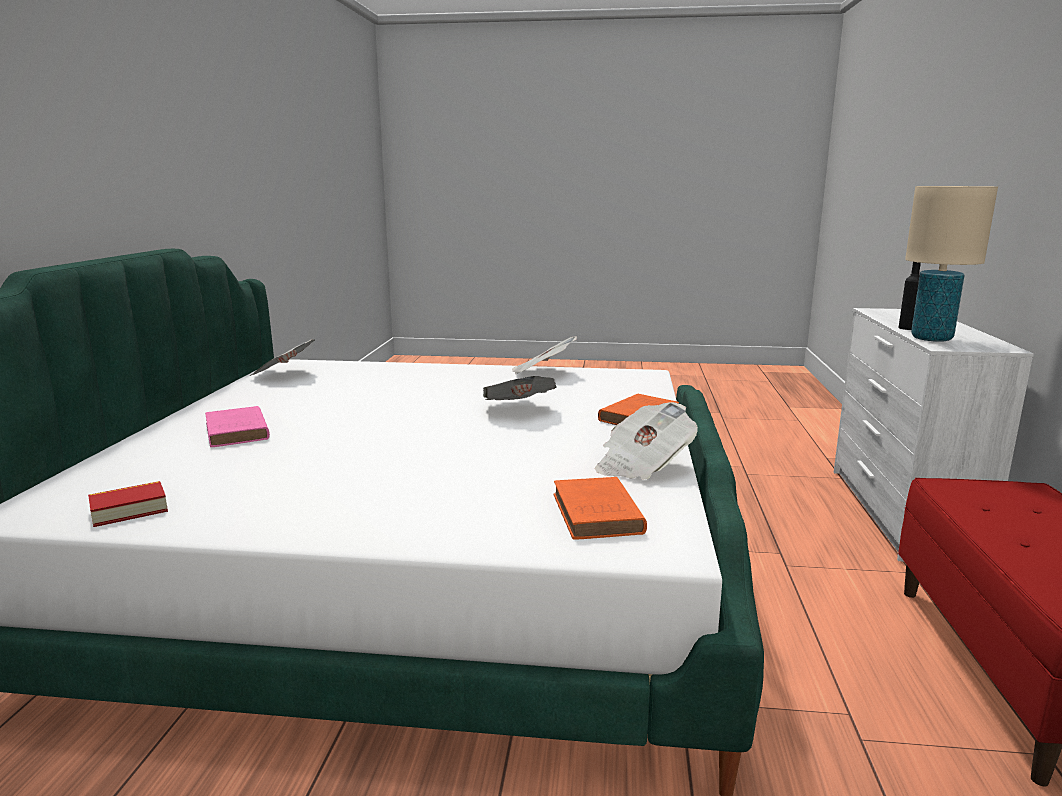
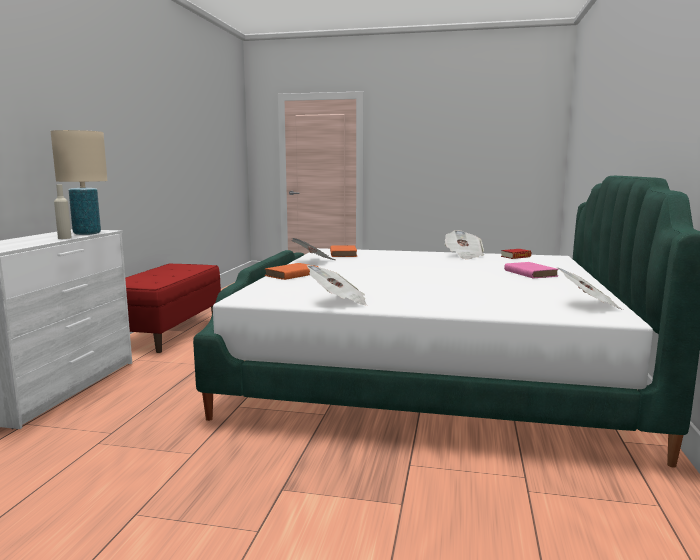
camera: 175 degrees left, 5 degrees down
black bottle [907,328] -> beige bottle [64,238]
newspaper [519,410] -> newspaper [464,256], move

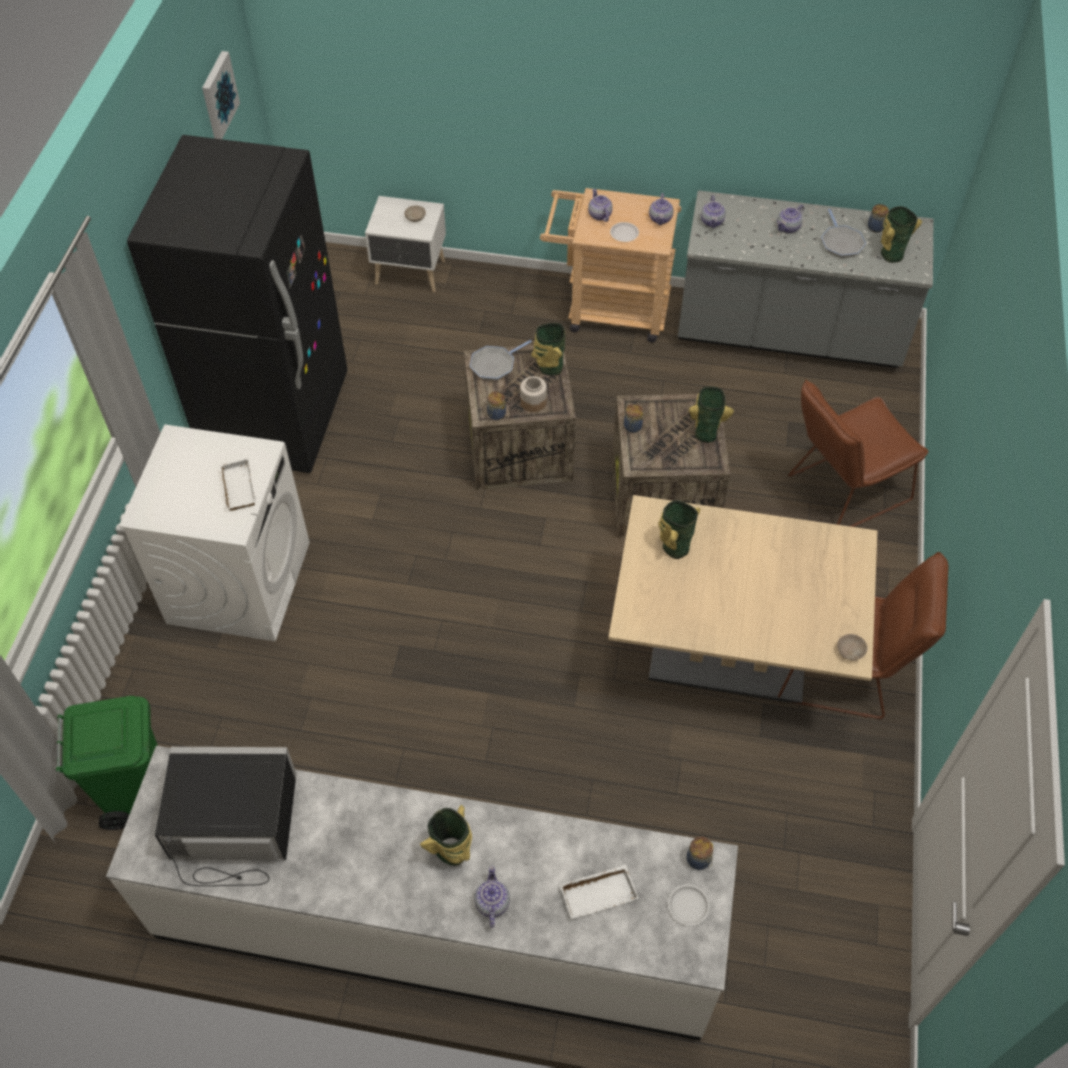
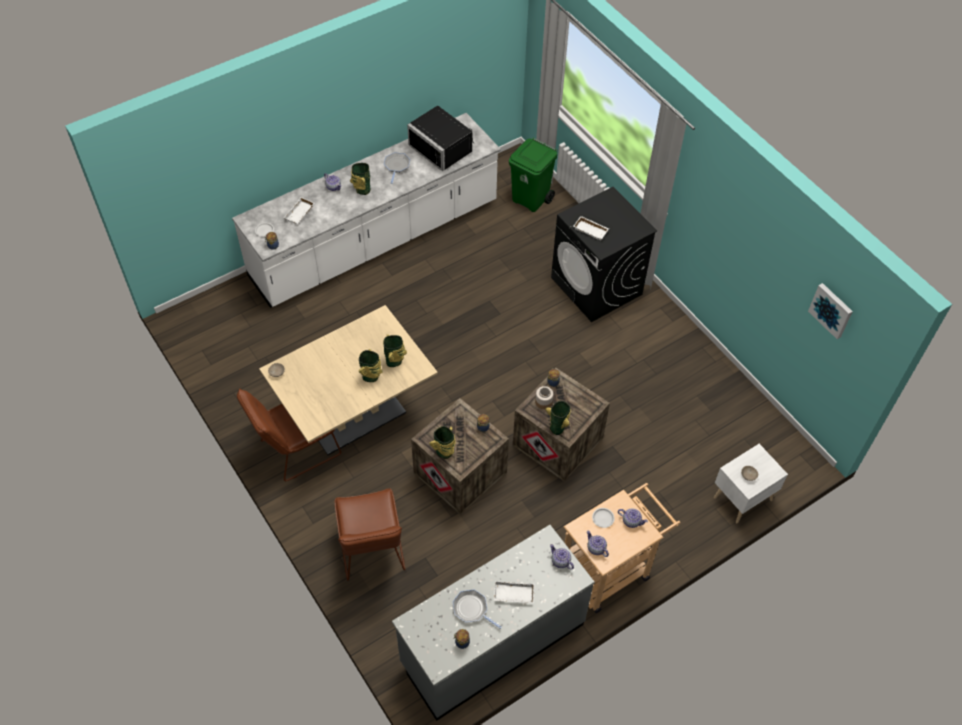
camera: 135 degrees right, 0 degrees up
brown chair [841,491] -> brown chair [372,552], 150 degrees clockwise
vase [890,253] -> vase [371,377], move
frying pan [495,365] -> frying pan [396,166], move
black microwave [232,827] -> black microwave [444,147], 90 degrees clockwise
teapot [788,228] -> white tray [513,595]
white washing machine [239,581] -> black washing machine [597,286]
black fridge [276,417] -> none

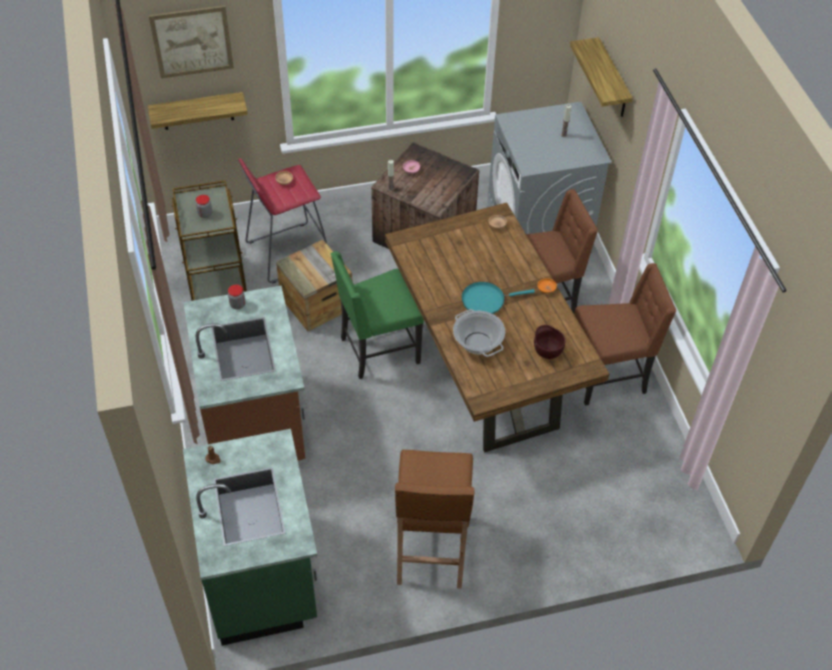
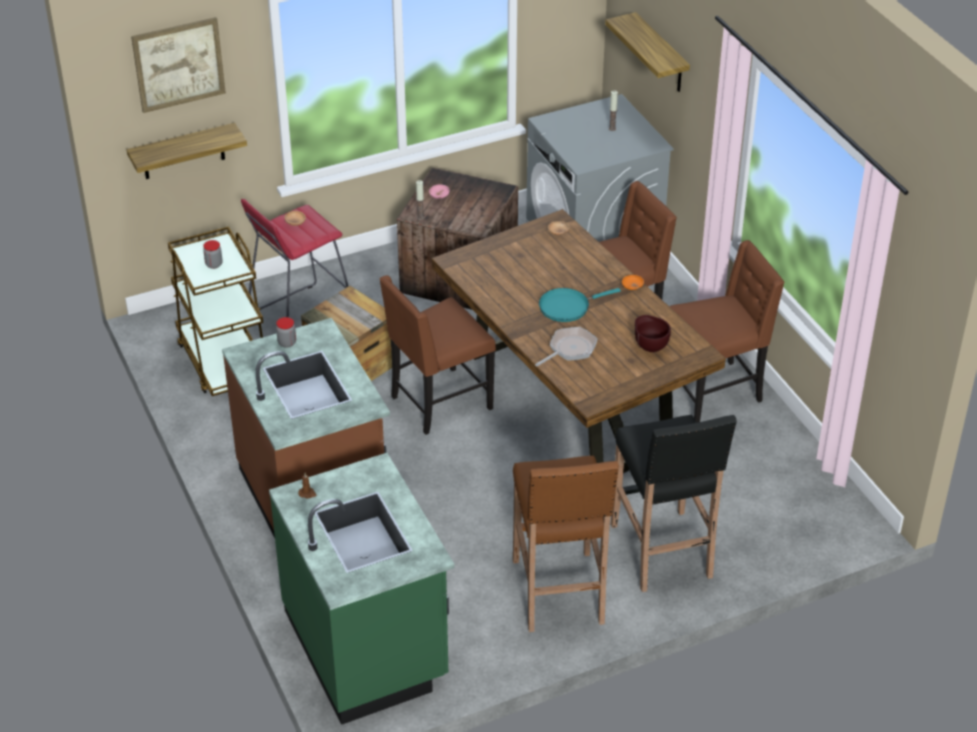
camera: 10 degrees left, 10 degrees down
green chair [378,350] -> brown chair [439,403]
cooking pot [477,343] -> frying pan [570,349]
none -> black stool [662,552]

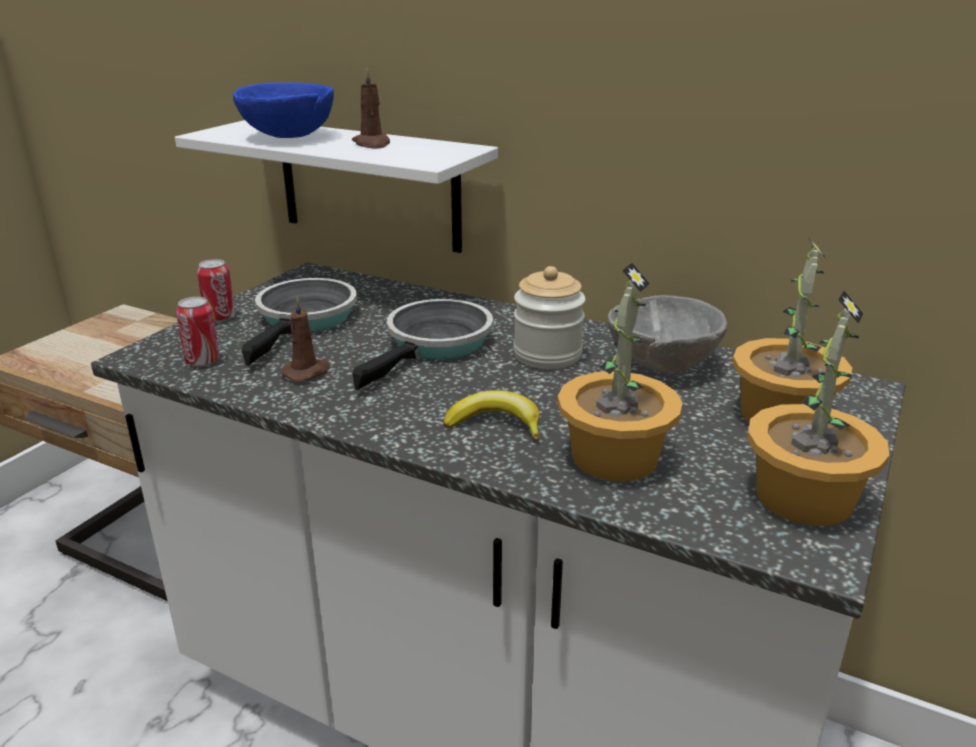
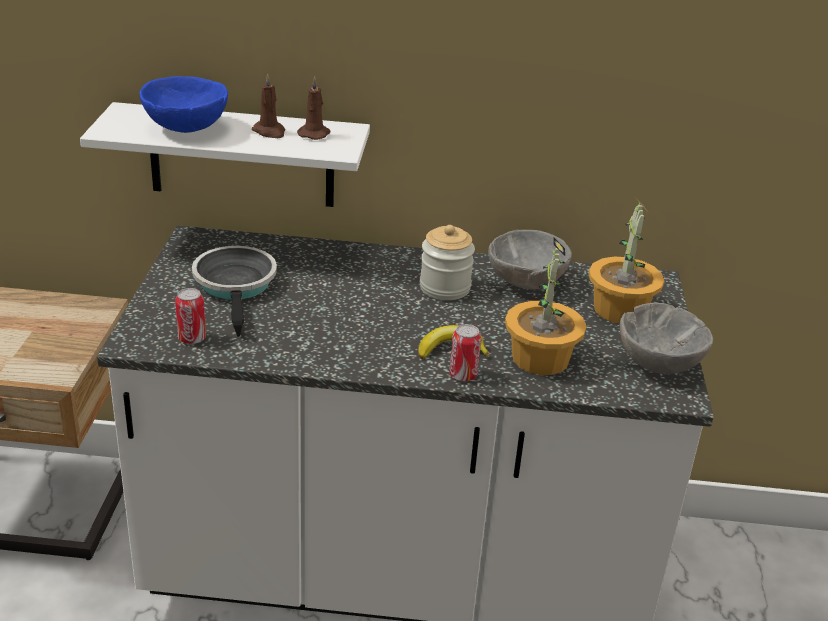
camera: 25 degrees left, 5 degrees up
brown candle [307,372] -> brown candle [315,134], move
can [220,318] -> can [463,375], move
potted plant [802,497] -> grey bowl [657,363]
frying pan [435,345] -> none

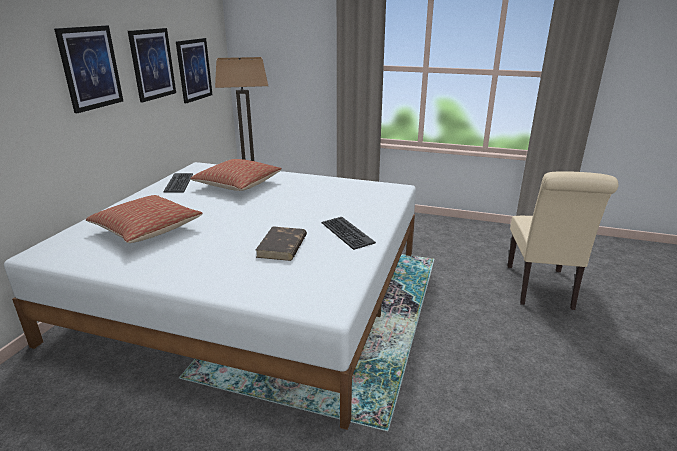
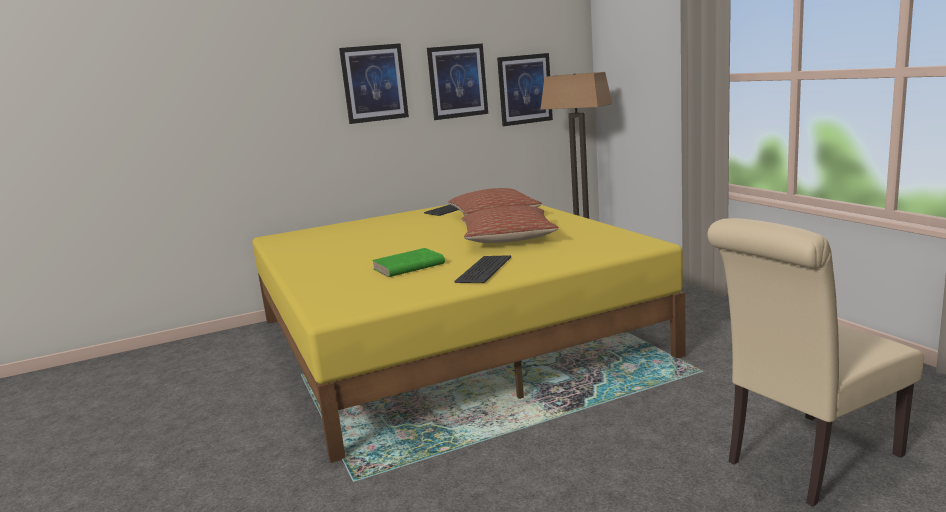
camera: 50 degrees right, 10 degrees down
white bed [251,292] -> yellow bed [449,337]
brown book [282,246] -> green book [408,267]
pillow [147,229] -> pillow [508,238], move

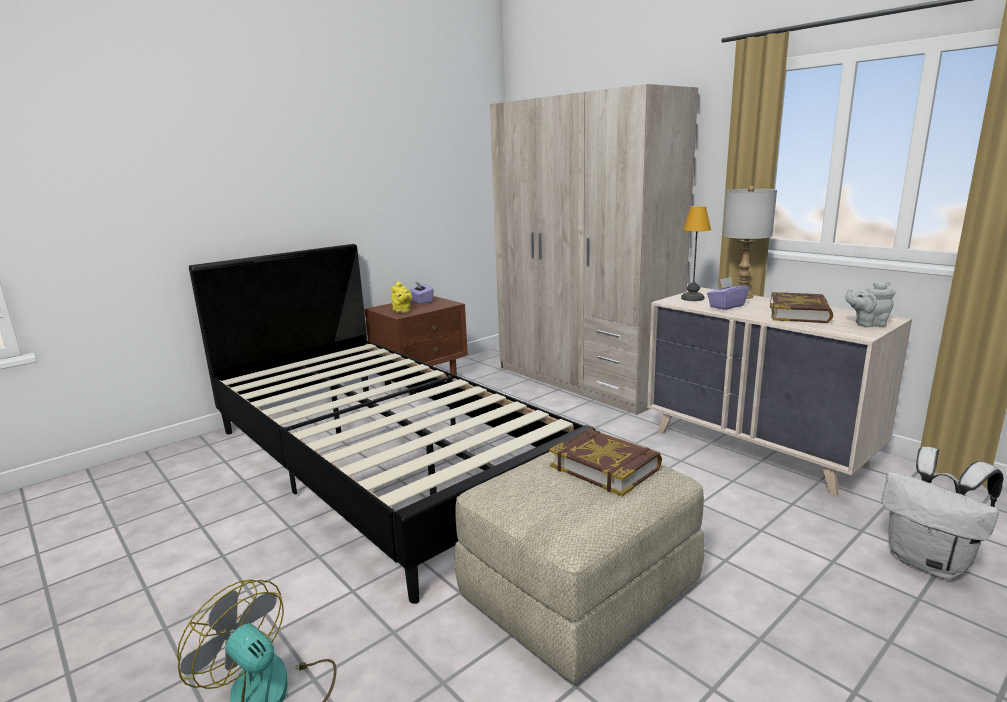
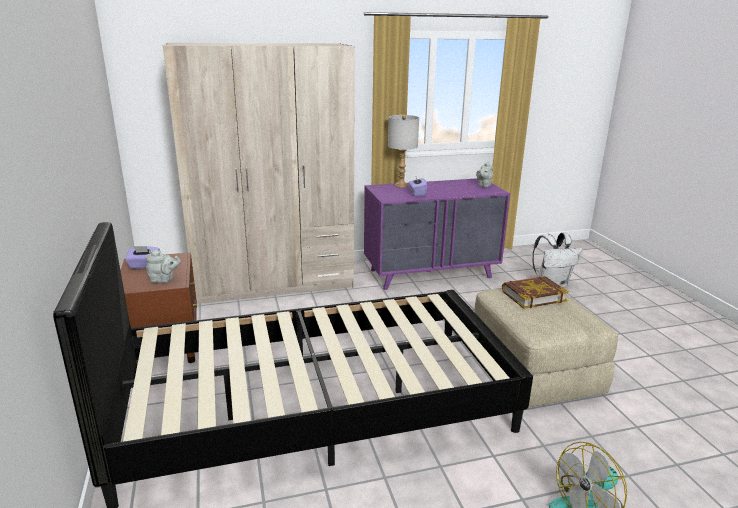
camera: 65 degrees left, 5 degrees up
yellow teapot [402,311] -> grey teapot [164,280]
beige dresser [758,448] -> purple dresser [431,273]
table lamp [693,298] -> none
book [799,313] -> none

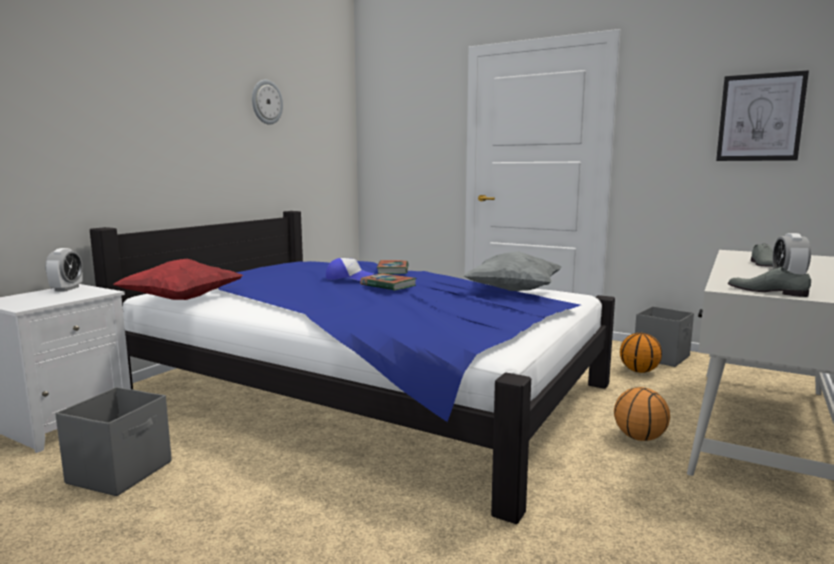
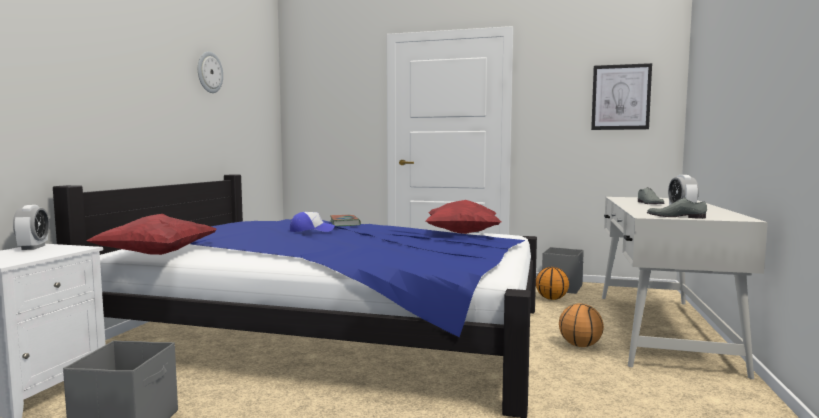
camera: 15 degrees left, 5 degrees down
grey pillow [513,291] -> red pillow [462,234]
book [388,285] -> none

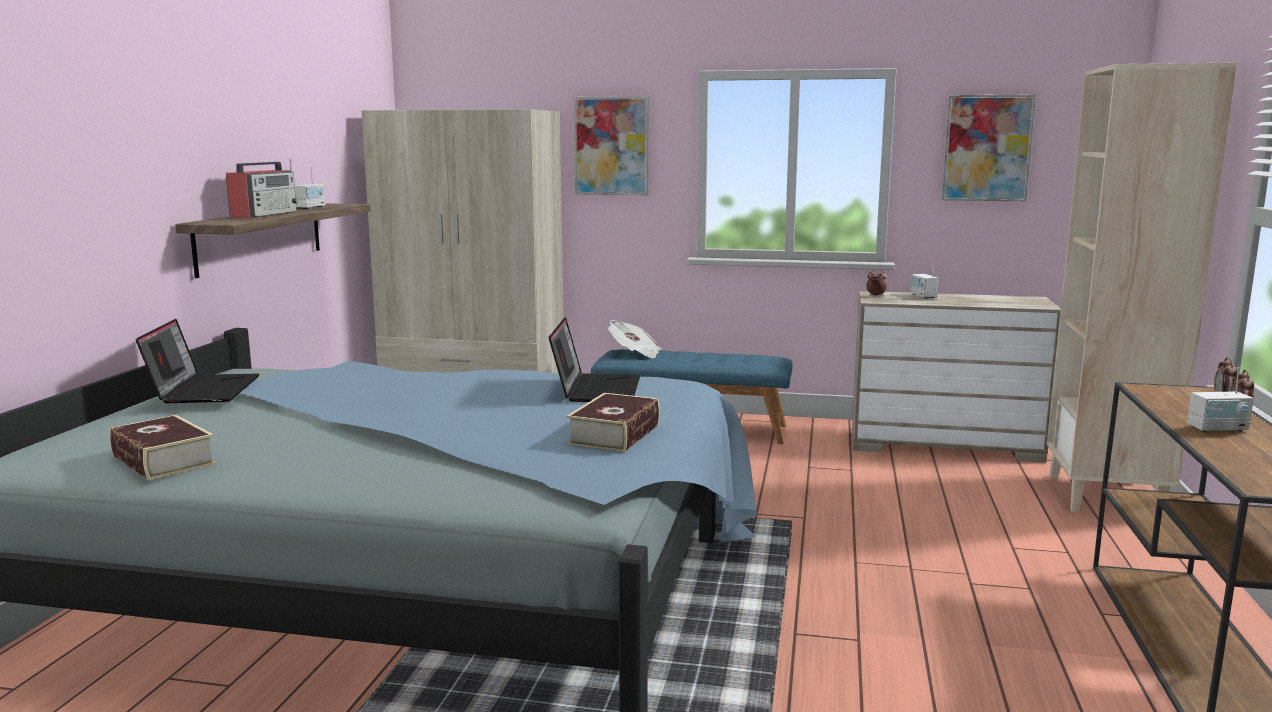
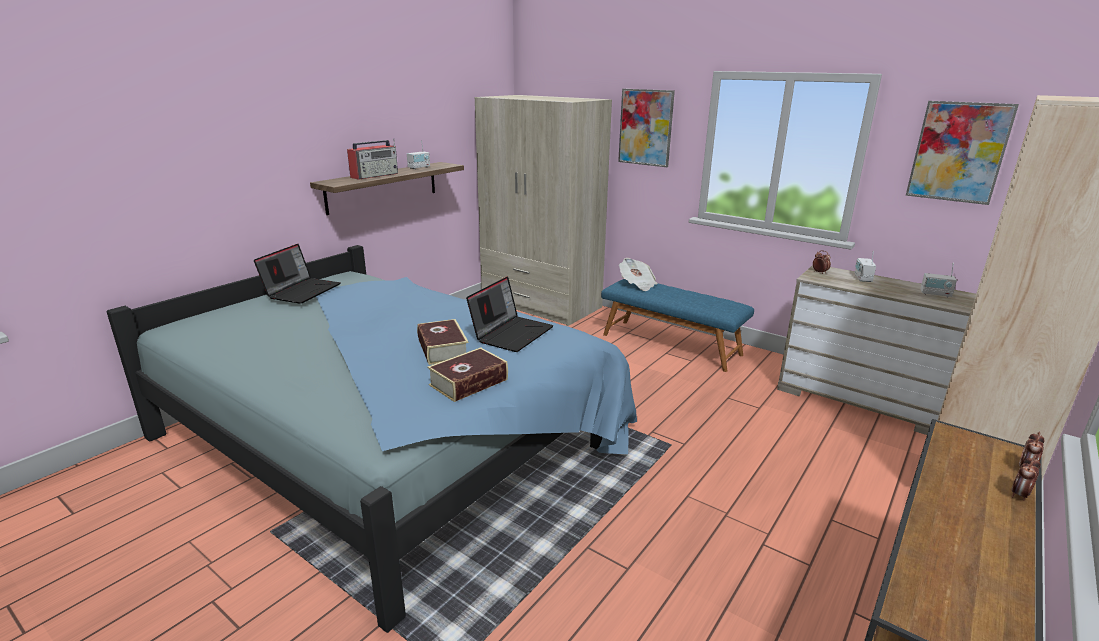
camera: 25 degrees right, 10 degrees up
book [163,460] -> book [442,349], move
radio [1217,429] -> radio [935,294], move

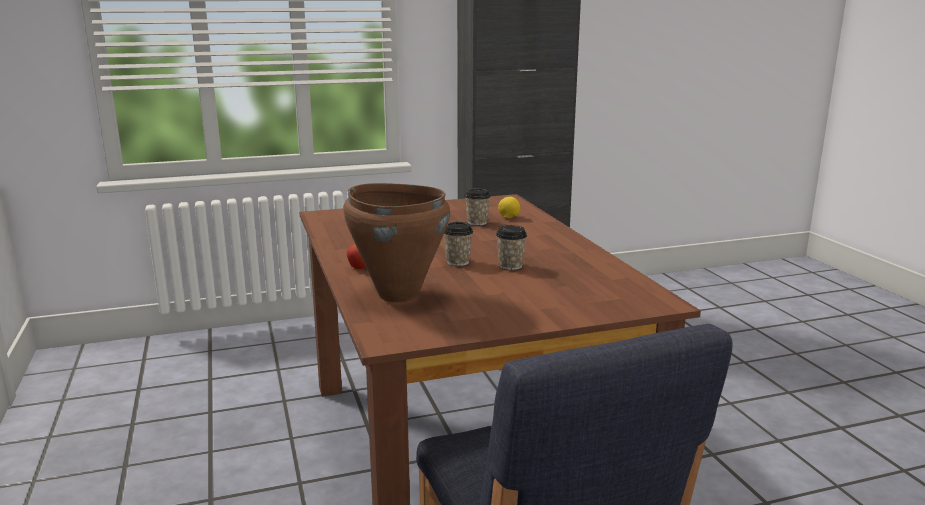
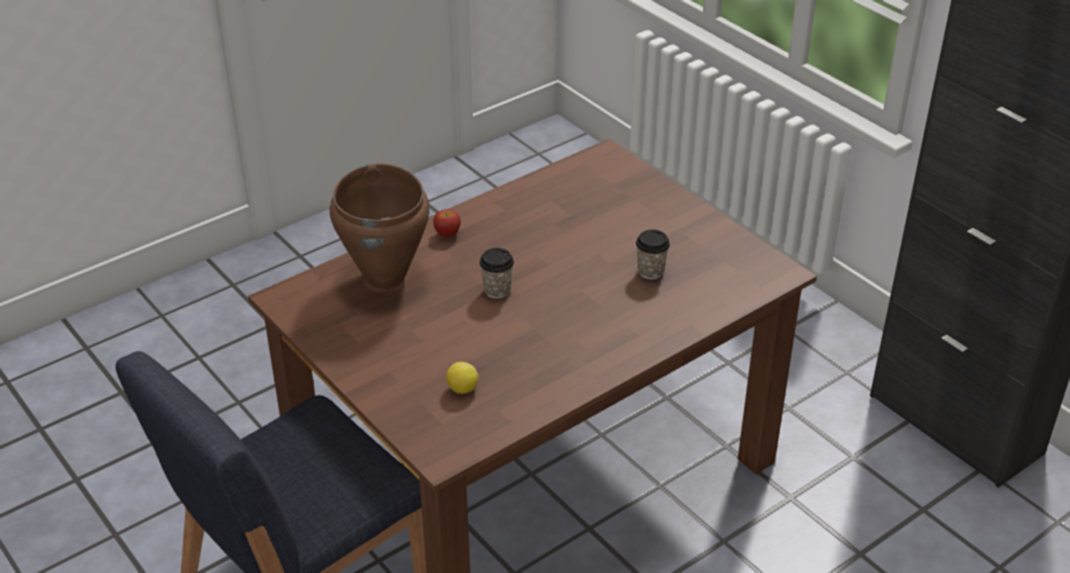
camera: 70 degrees right, 20 degrees up
lemon [508,217] -> lemon [462,389], move
cup [510,266] -> none

